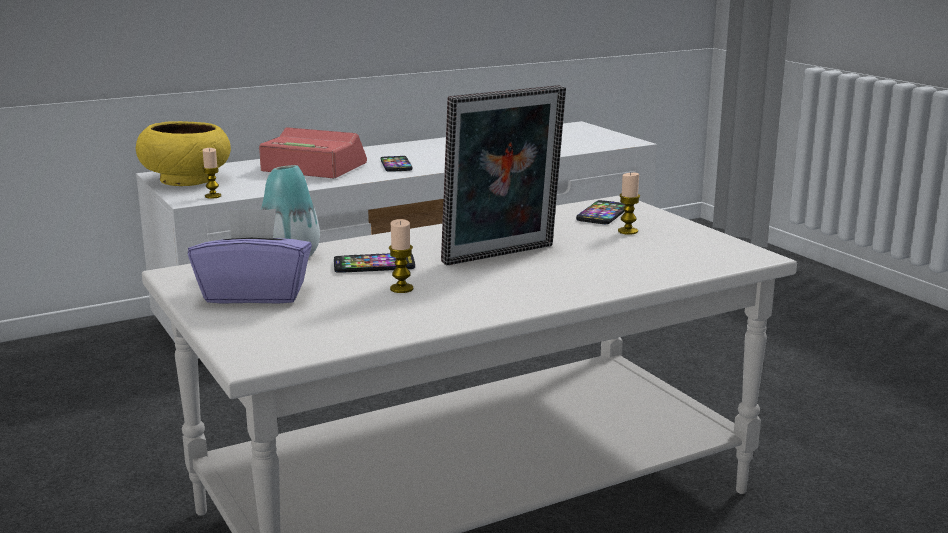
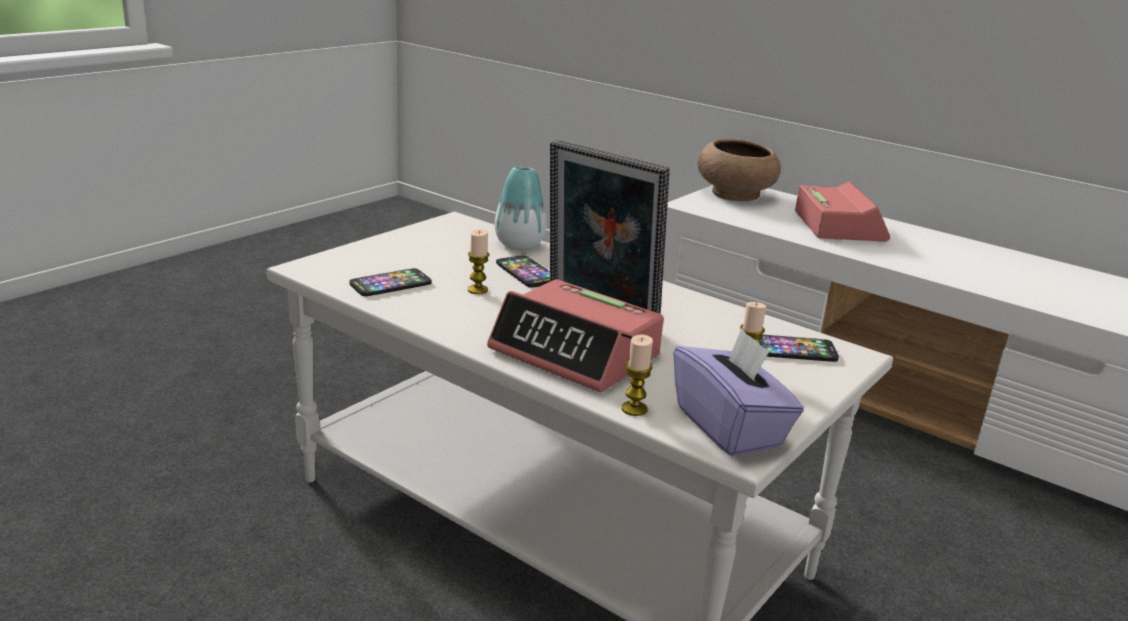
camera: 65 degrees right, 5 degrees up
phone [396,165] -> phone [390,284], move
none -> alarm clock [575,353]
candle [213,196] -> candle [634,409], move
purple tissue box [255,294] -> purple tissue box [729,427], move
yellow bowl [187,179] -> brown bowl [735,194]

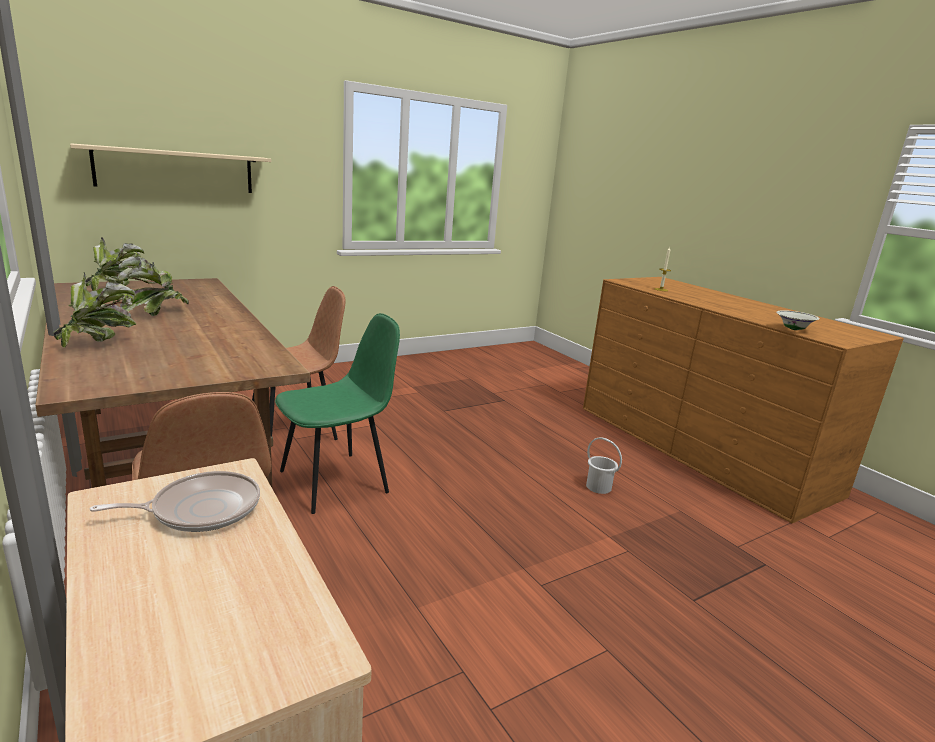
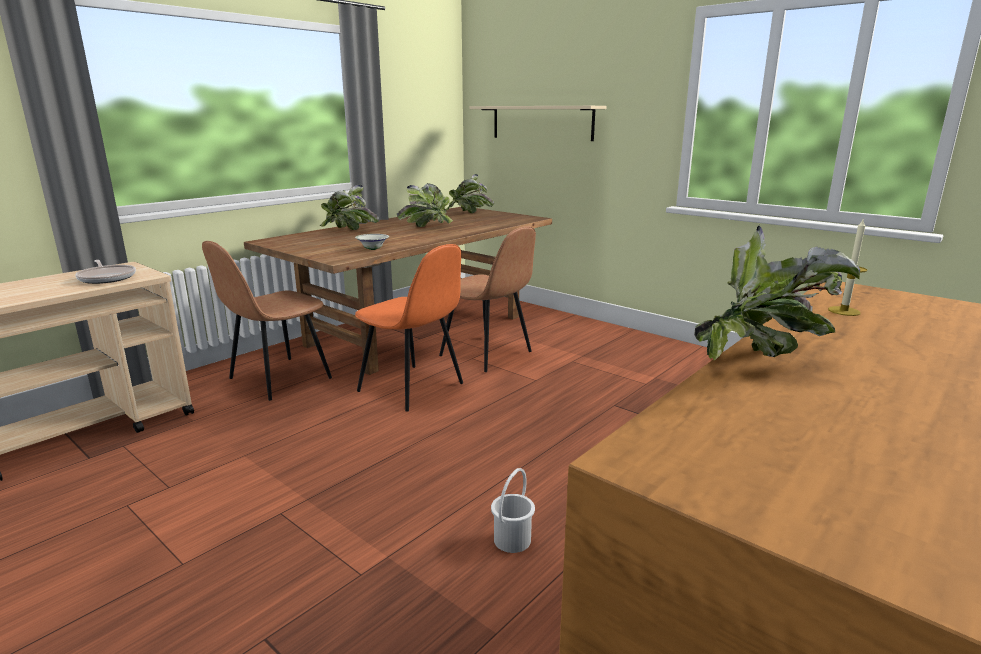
camera: 75 degrees right, 0 degrees up
white bowl [793,329] -> white bowl [373,249], move
green chair [336,481] -> orange chair [412,388]
none -> potted plant [762,357]

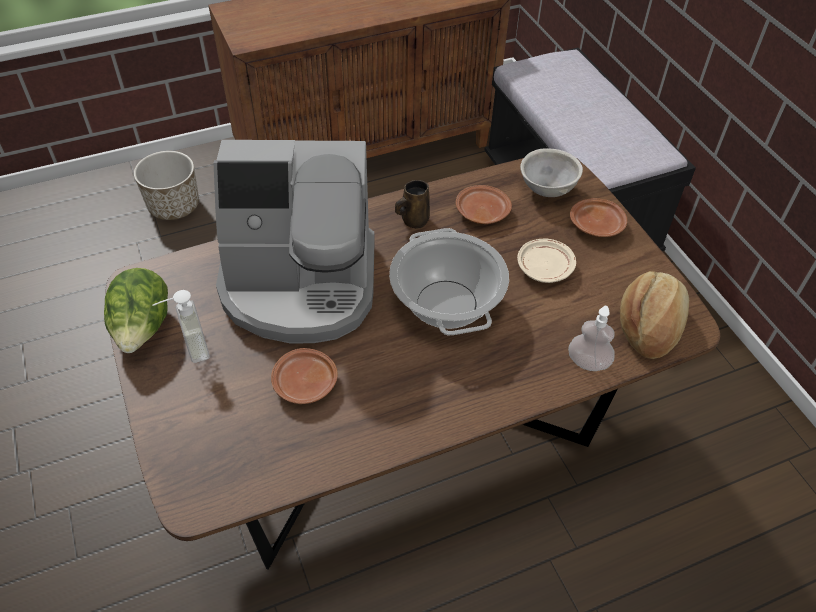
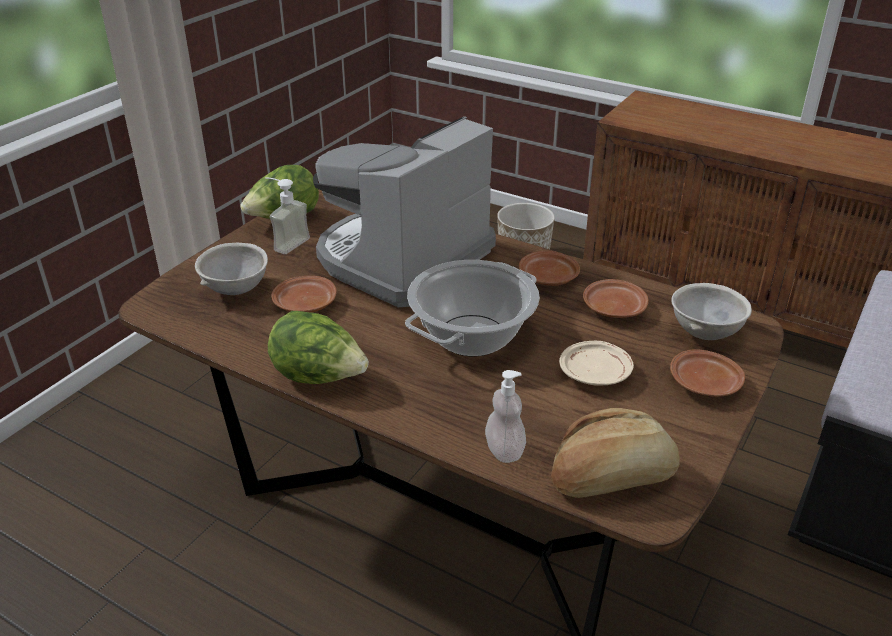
camera: 55 degrees right, 15 degrees down
none -> grey bowl [237,290]
none -> lettuce [319,377]
coffee machine [300,285] -> coffee machine [402,259], 75 degrees clockwise
brown mug [413,220] -> brown plate [548,278]

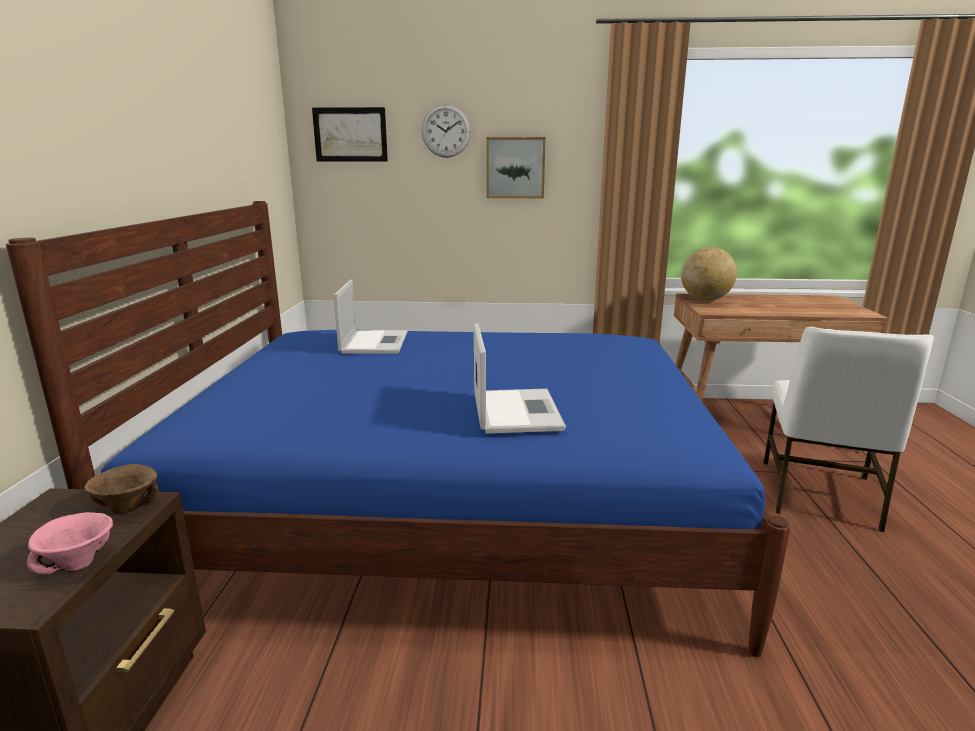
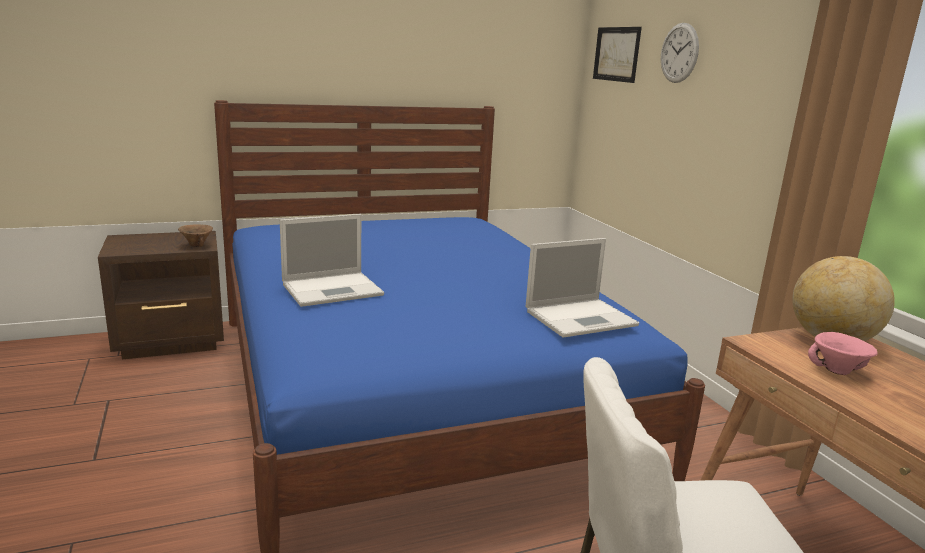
camera: 65 degrees right, 0 degrees up
laptop [374,342] -> laptop [582,318], move
pink bowl [78,565] -> pink bowl [837,371], move
picture [515,168] -> none

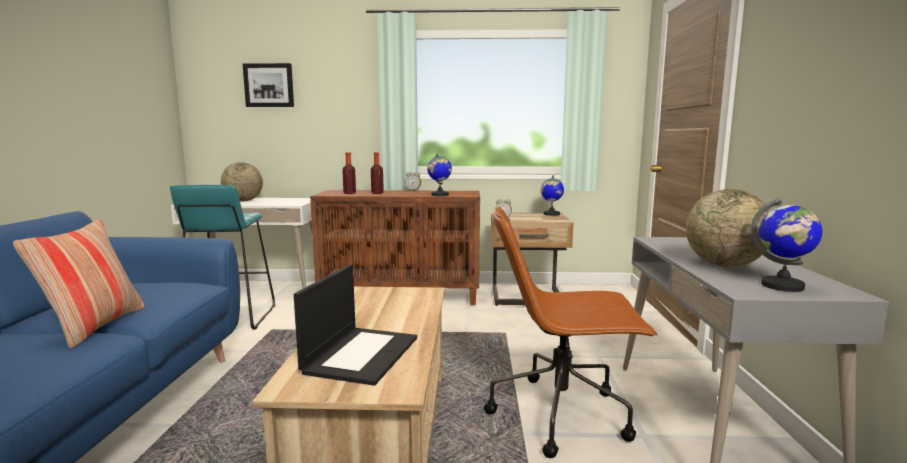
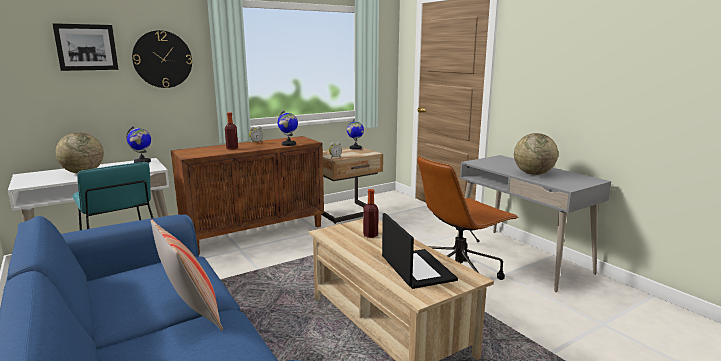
camera: 35 degrees left, 5 degrees up
globe [782,286] -> globe [142,162], move
none -> wall clock [162,59]
bottle [349,193] -> bottle [370,235], move

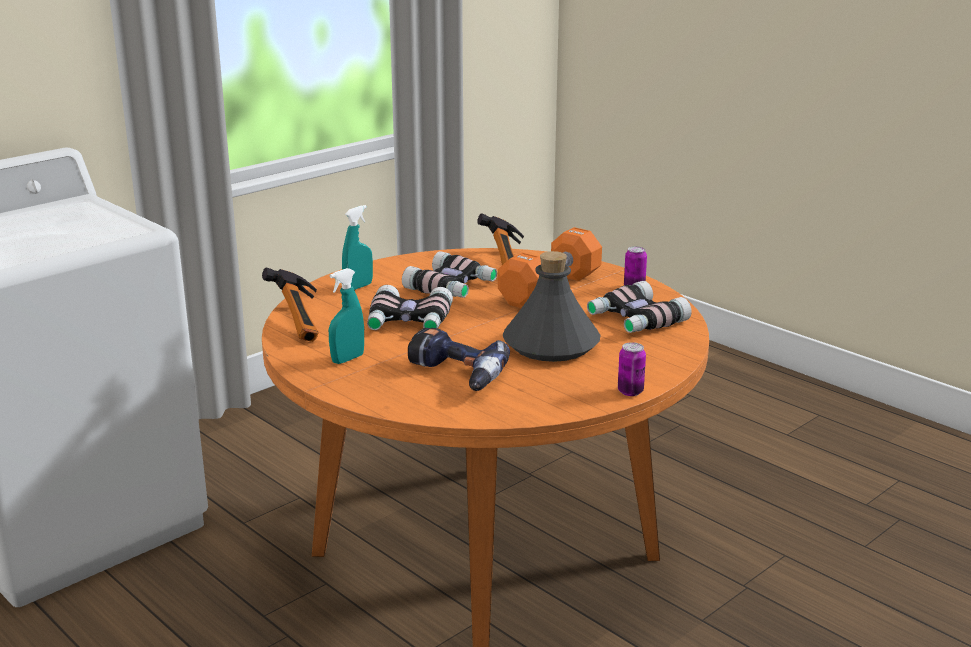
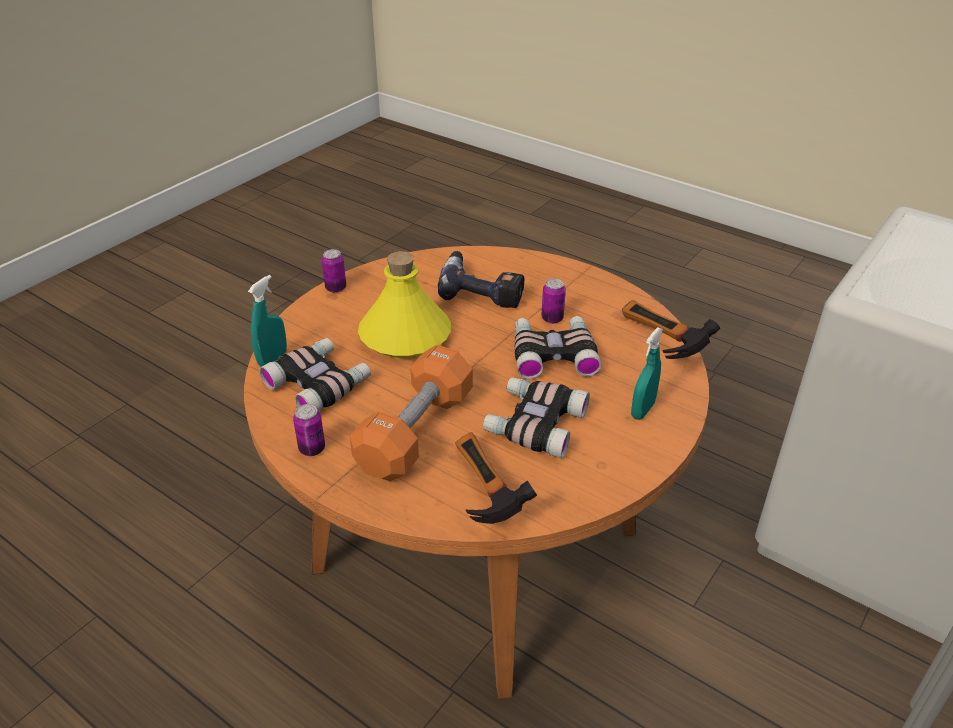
camera: 170 degrees right, 15 degrees up
turquoise spray bottle [347,359] -> turquoise spray bottle [272,358], move
grey bottle [550,345] -> yellow bottle [405,336]
none -> can [552,318]

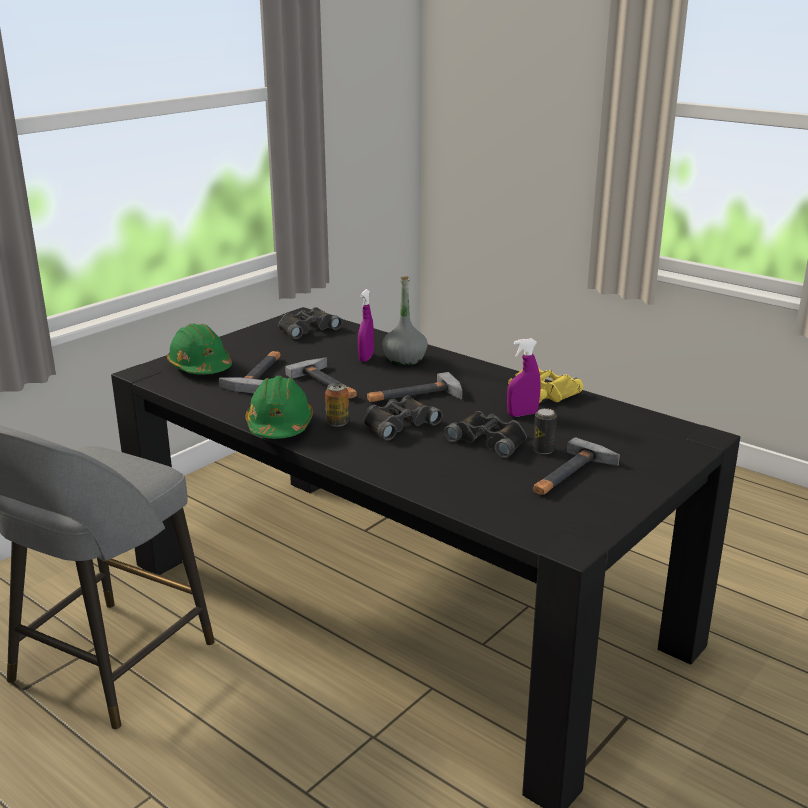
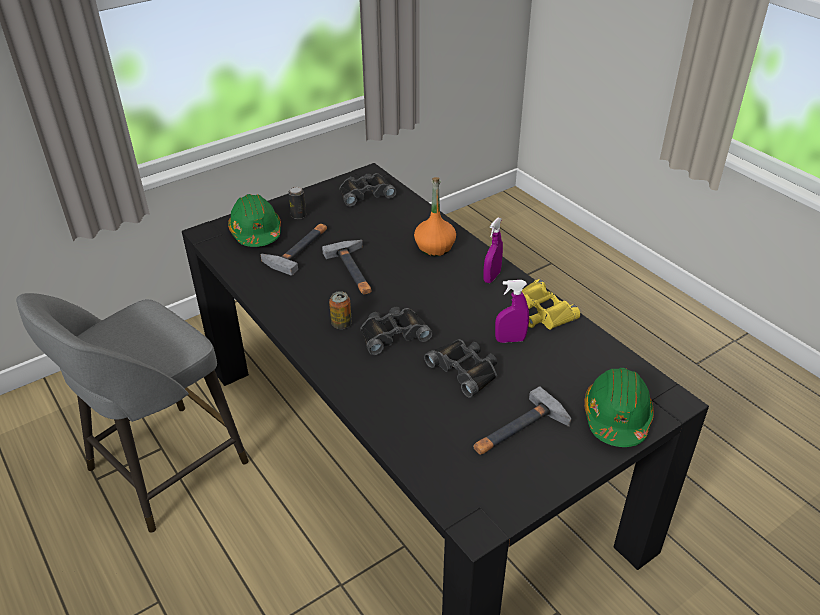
camera: 15 degrees right, 15 degrees up
can [543,450] -> can [298,215], move
grey bottle [404,359] -> orange bottle [434,247]
purple spray bottle [366,358] -> purple spray bottle [492,277], move
green hard hat [279,426] -> green hard hat [616,417], move
hammer [414,396] -> none

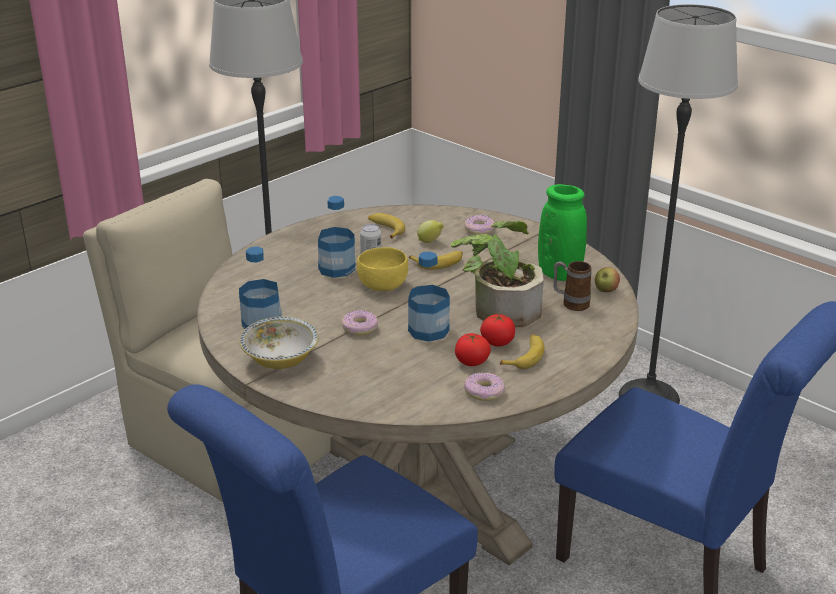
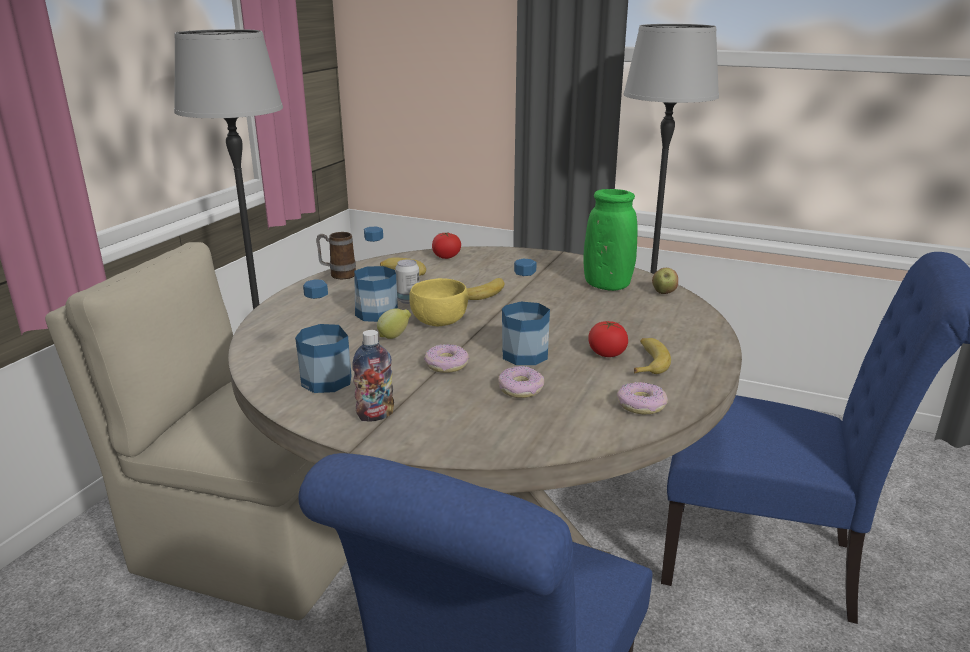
camera: 20 degrees left, 5 degrees down
mug [570,304] -> mug [338,275], move
bowl [280,360] -> bottle [375,415]
lemon [430,242] -> lemon [394,337], move
tomato [472,362] -> tomato [446,257], move
donut [479,230] -> donut [521,389], move
potted plant [499,307] -> none

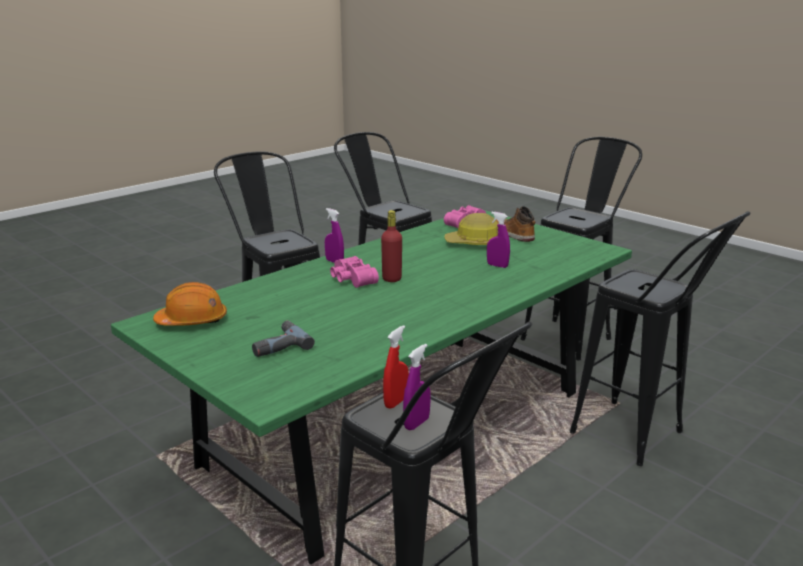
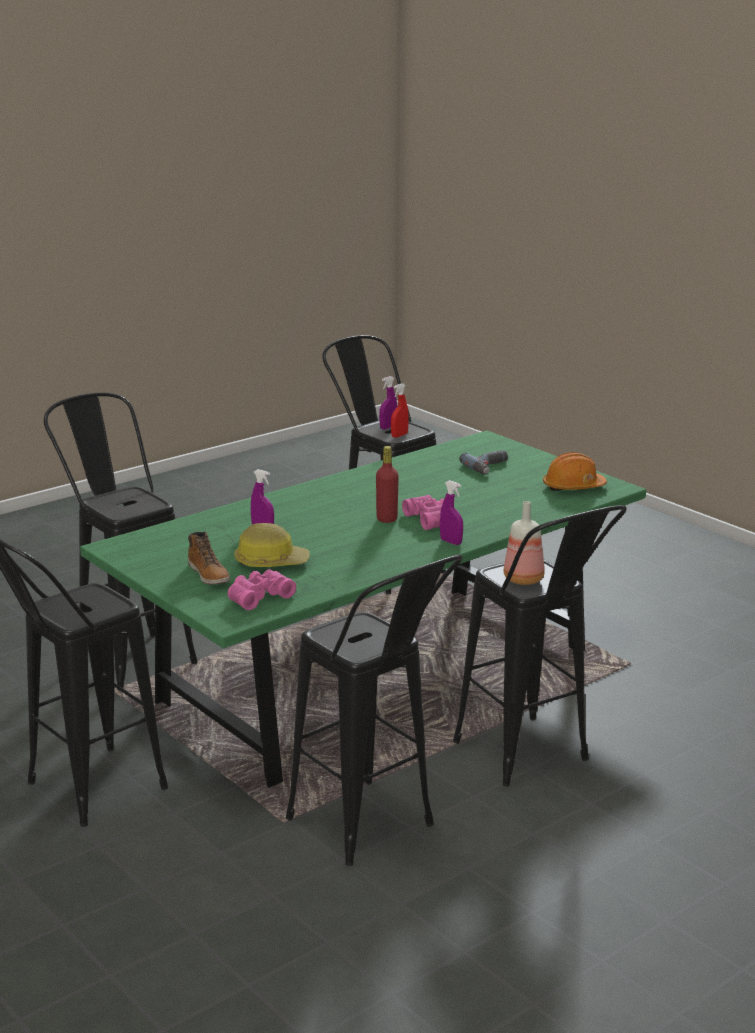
camera: 175 degrees left, 0 degrees up
none -> bottle [524,579]

